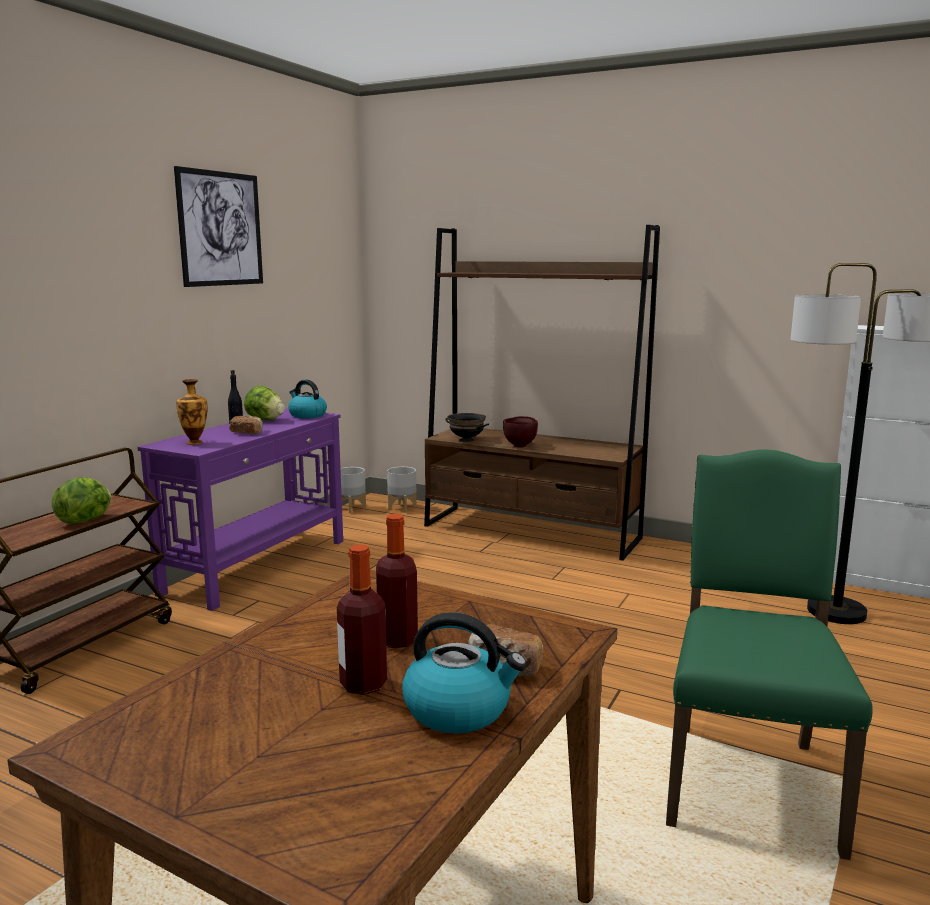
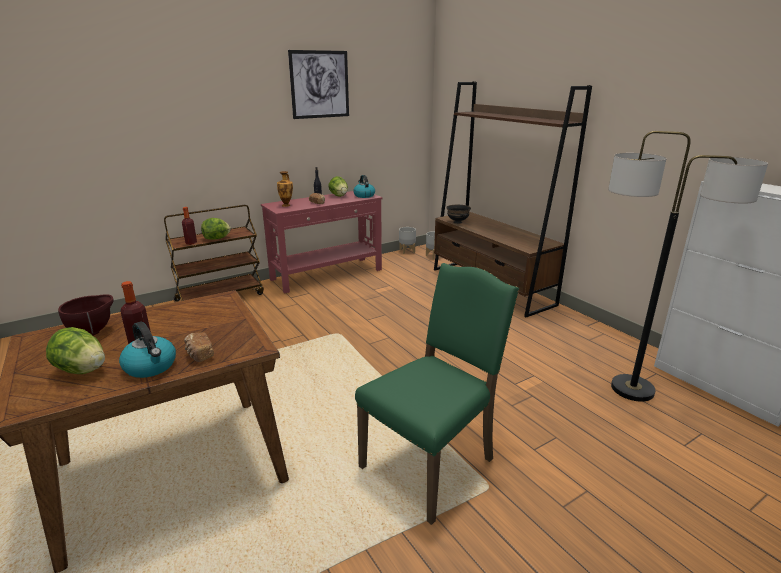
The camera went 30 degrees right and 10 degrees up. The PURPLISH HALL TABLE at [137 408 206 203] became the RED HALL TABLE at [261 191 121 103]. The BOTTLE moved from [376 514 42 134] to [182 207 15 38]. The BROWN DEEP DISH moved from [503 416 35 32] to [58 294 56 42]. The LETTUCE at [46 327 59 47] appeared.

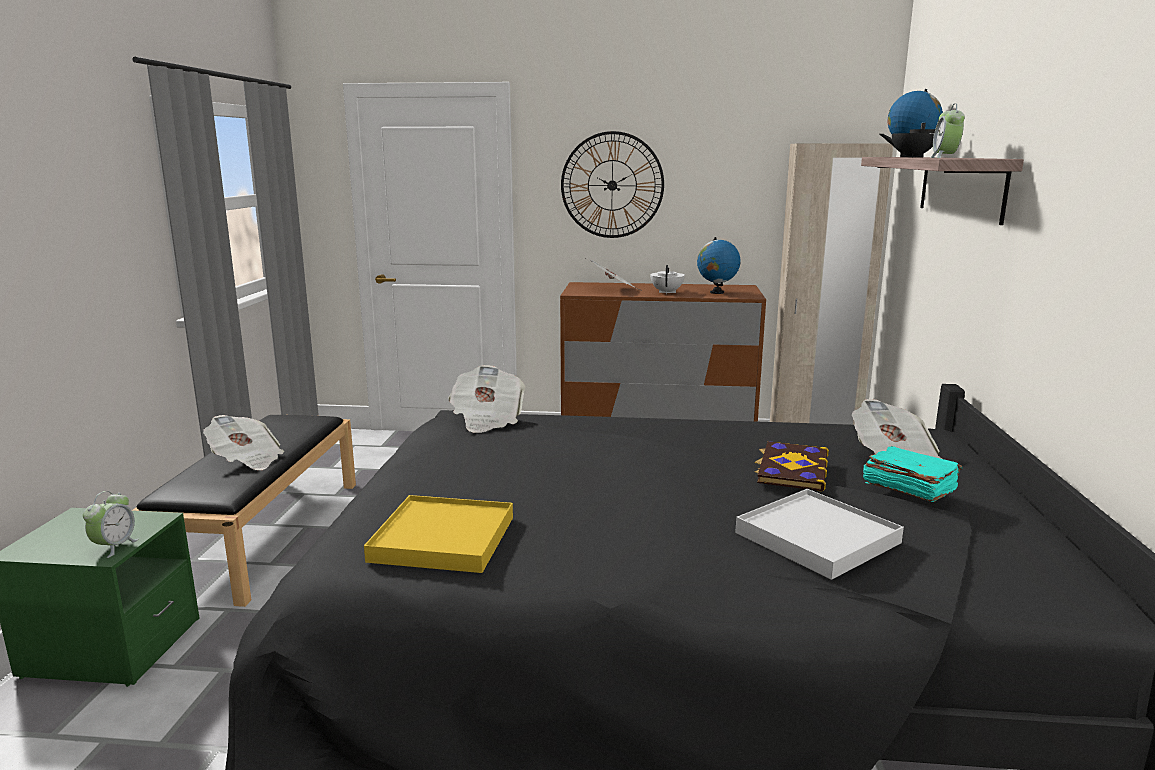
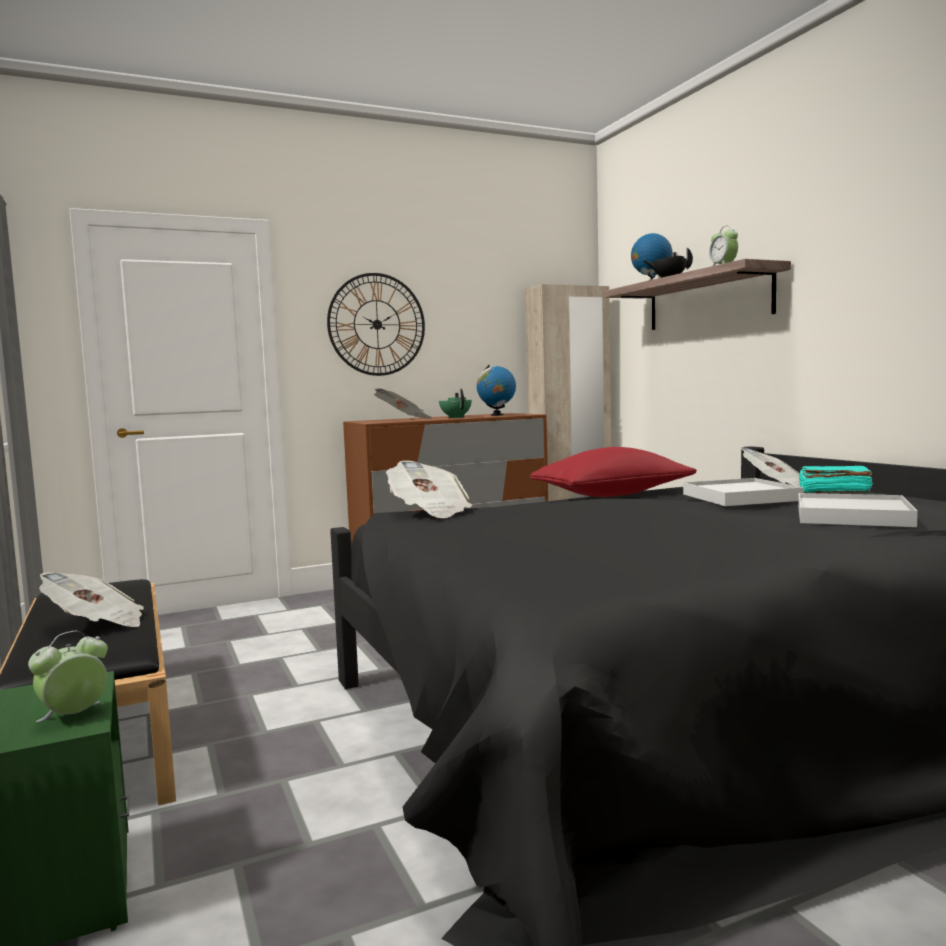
The camera went 30 degrees left and 10 degrees down. The TABLE CLOCK at [83 491 56 67] turned 120 degrees counterclockwise. The YELLOWISH TRAY at [364 495 149 78] disappeared. The WHITE TEA POT at [650 265 35 29] became the GREEN-COLOURED TEA POT at [439 388 33 30]. The BOUND BOOK at [754 441 75 50] was replaced by the WHITE TRAY at [683 478 121 28]. The RED CUSHION at [530 447 167 50] appeared.

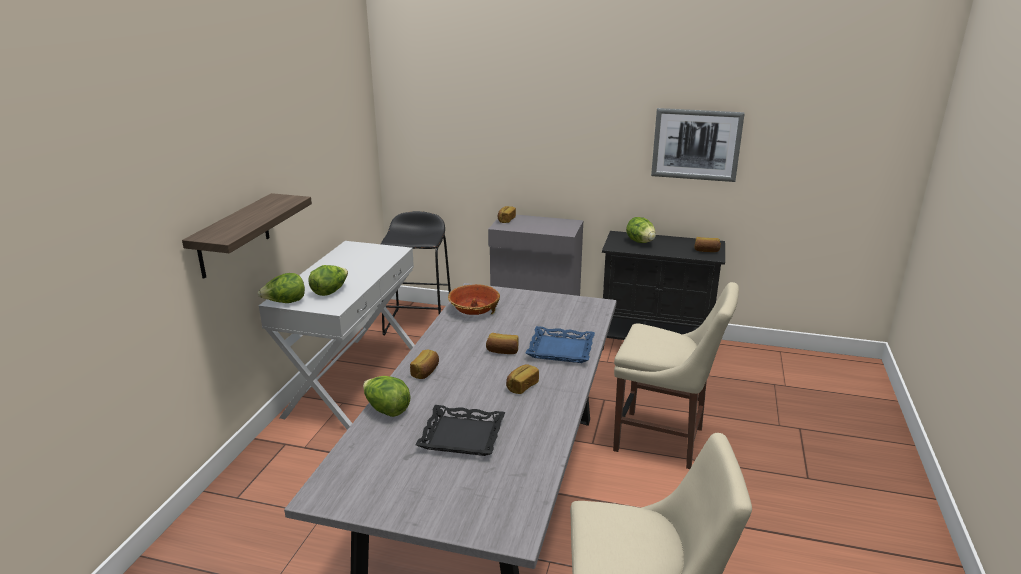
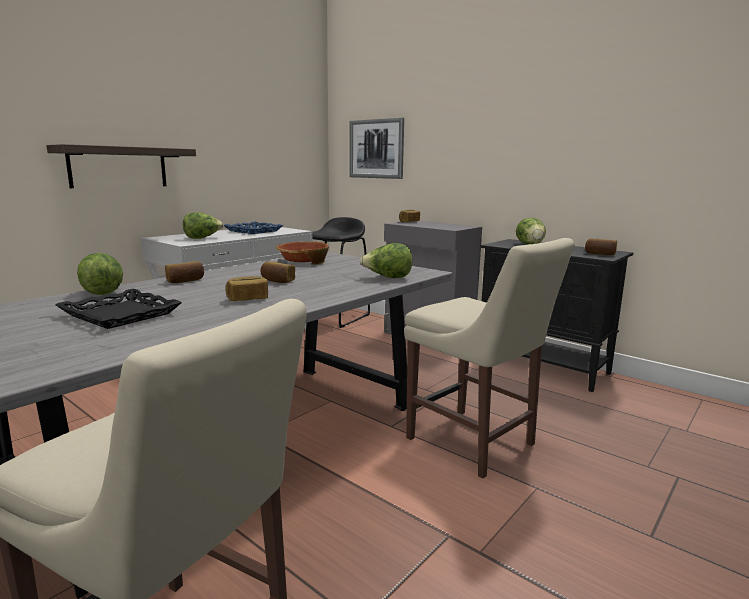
The camera went 25 degrees right and 10 degrees down. The LETTUCE moved from [258 273 47 30] to [360 243 52 35]. The BLUE TRAY moved from [526 326 69 37] to [224 222 59 12]. The WALL ART moved from [651 108 94 74] to [349 118 55 61].

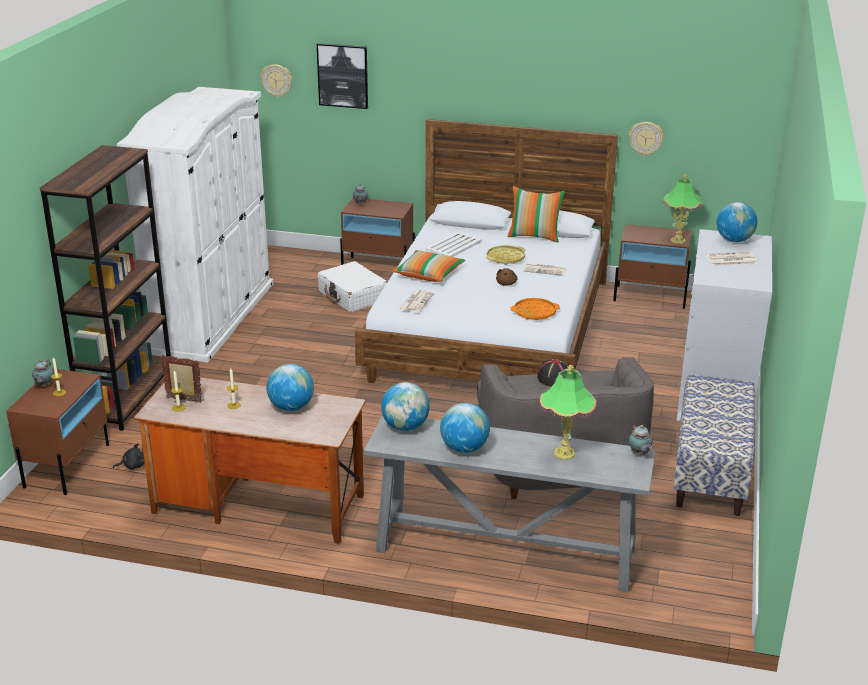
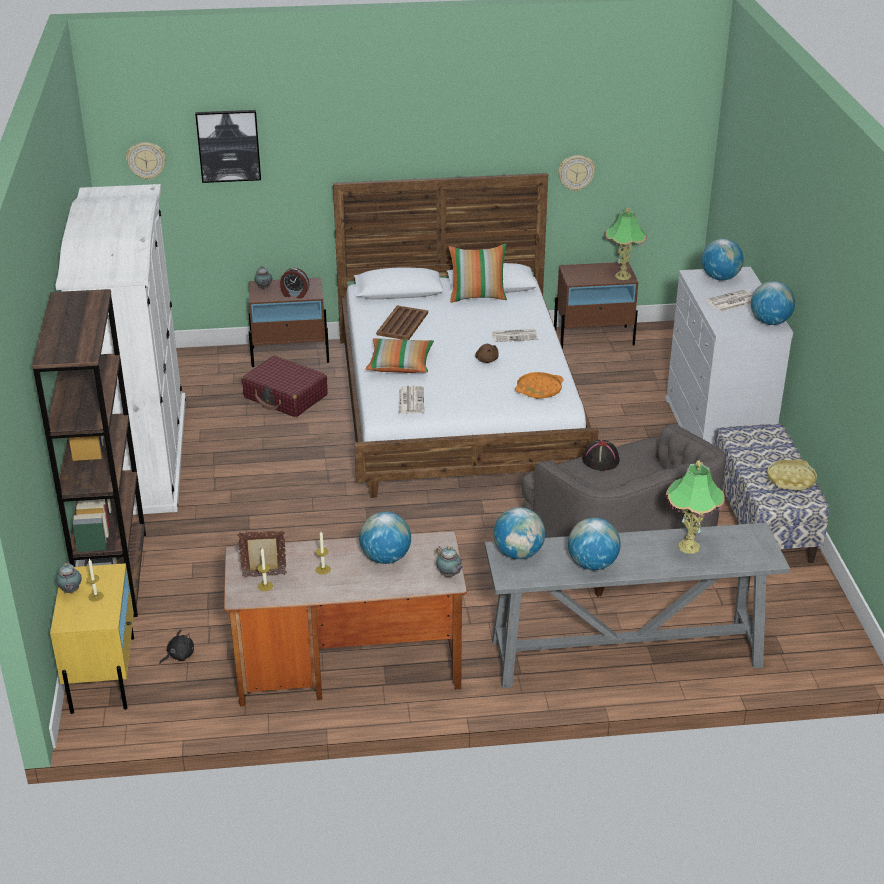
The camera went 20 degrees left and 5 degrees up. The BROWN NIGHT TABLE at [6 368 103 127] became the YELLOWISH NIGHT TABLE at [50 563 84 151]. The WHITE TRAVEL CASE at [317 261 70 51] became the RED TRAVEL CASE at [241 356 87 61]. The WHITE TRAY at [426 231 56 26] became the BROWN TRAY at [376 306 52 34]. The YELLOWISH TRAY moved from [486 245 39 20] to [767 459 50 31]. The TEA POT moved from [628 425 24 30] to [436 546 27 31]. The TABLE CLOCK at [280 268 29 31] appeared. The WORLD GLOBE at [751 281 44 44] appeared.

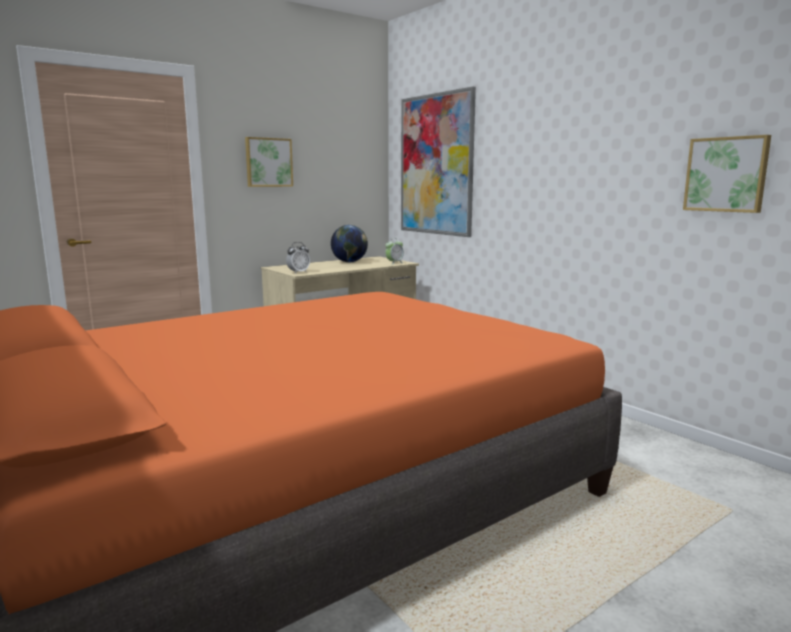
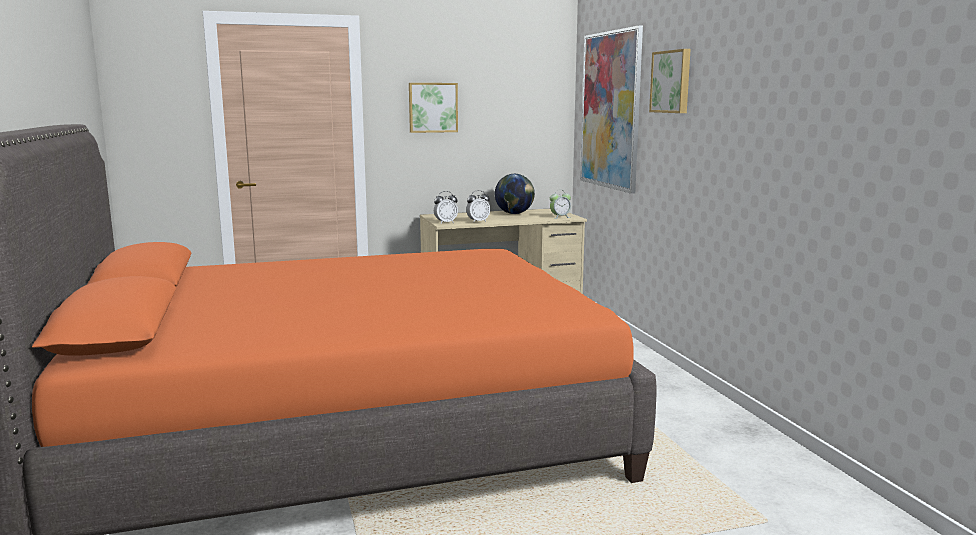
The camera went 20 degrees right and 0 degrees up. The WALL ART moved from [683 135 88 78] to [649 49 42 64]. The TABLE CLOCK at [466 190 24 33] appeared.

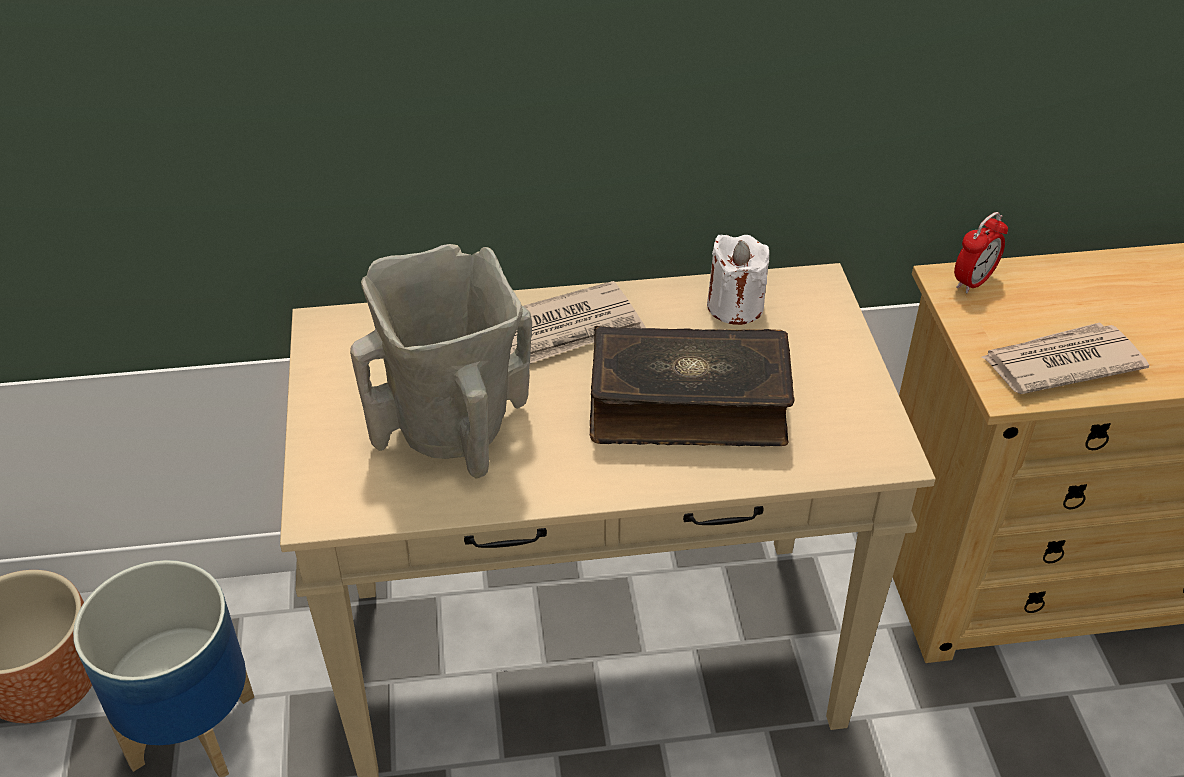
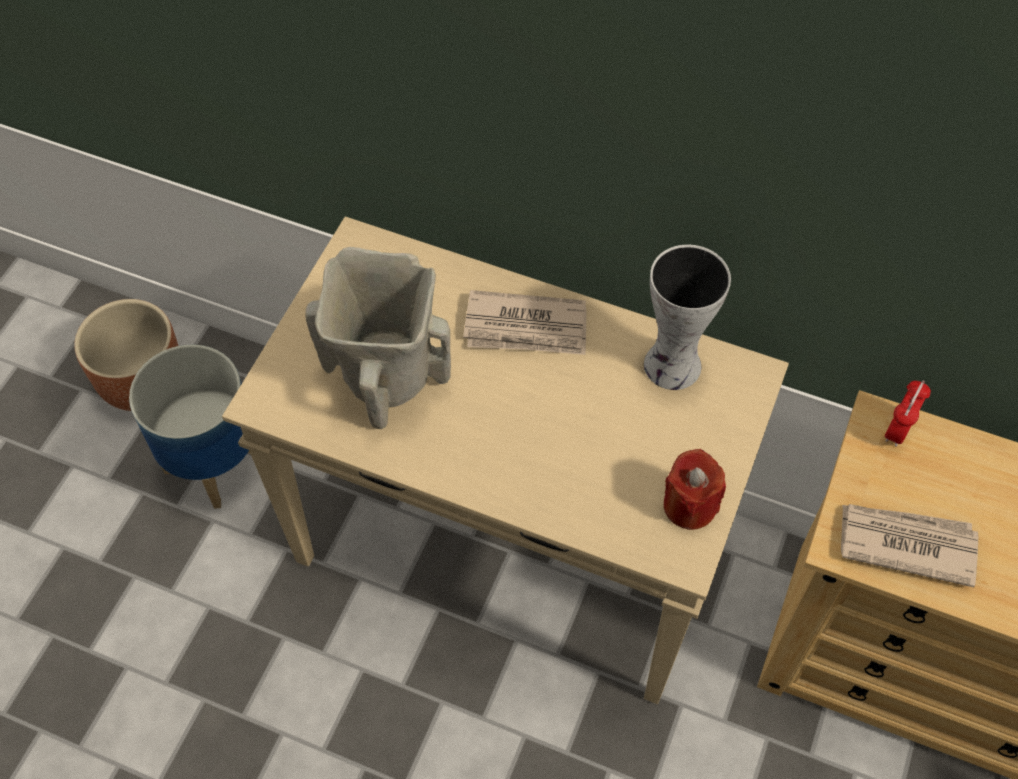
The camera went 30 degrees right and 15 degrees up. The BOUND BOOK at [590 326 204 120] disappeared. The WHITE CANDLE at [707 235 62 90] was replaced by the FLOWER VASE at [644 245 87 145]. The TABLE CLOCK at [954 212 54 81] turned 135 degrees clockwise. The RED CANDLE at [664 449 62 81] appeared.

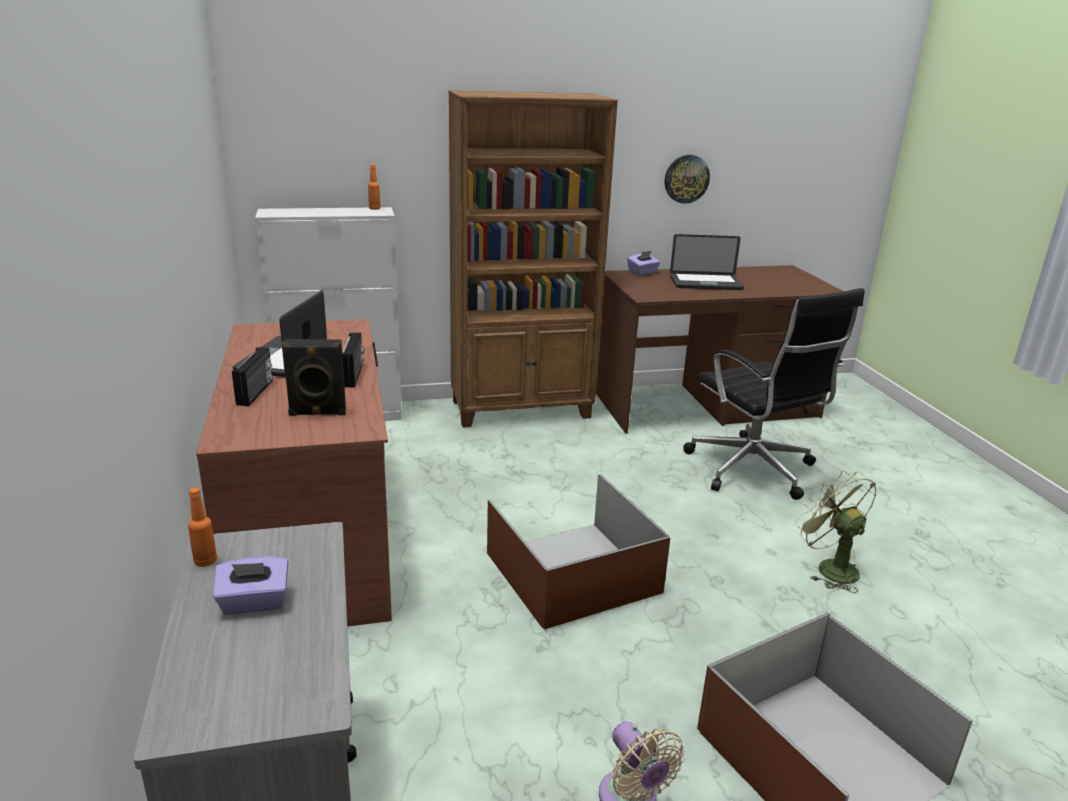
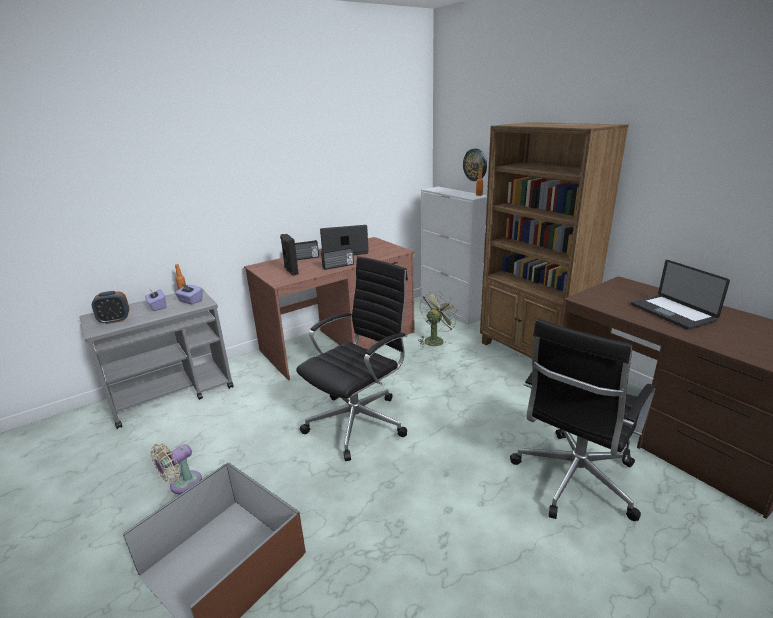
The camera went 70 degrees right and 0 degrees up. The BROWN STORAGE CONTAINER at [487 474 184 155] was replaced by the BLACKISH COMPUTER CHAIR at [296 256 112 205]. The PURPLISH TISSUE HOLDER moved from [627 251 33 25] to [175 284 27 21]. The CLOCK ON THE WALL moved from [665 155 45 49] to [463 149 24 32]. The GREEN-COLOURED COOLING FAN moved from [795 471 81 122] to [419 292 40 55]. The TABLE CLOCK at [92 291 37 33] appeared.

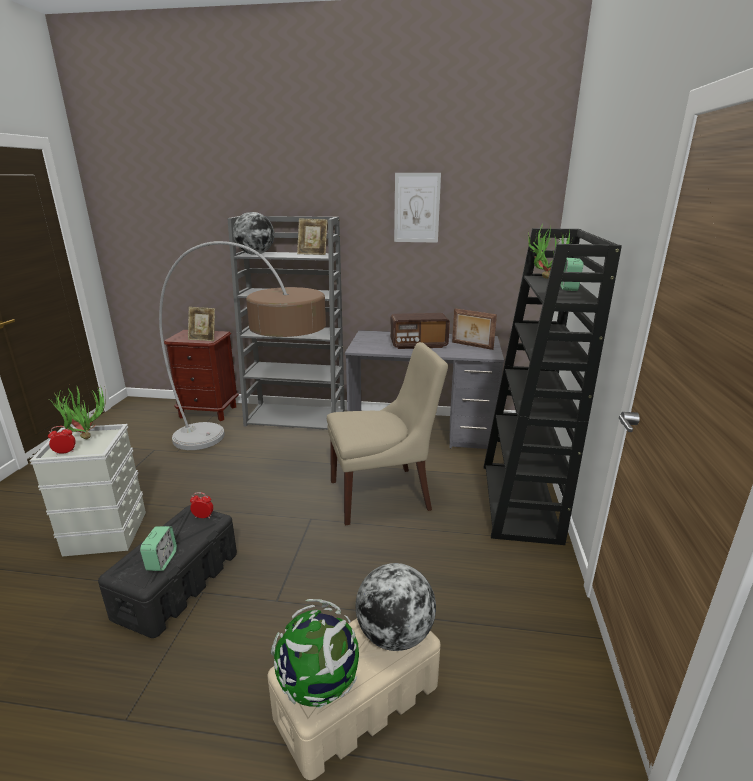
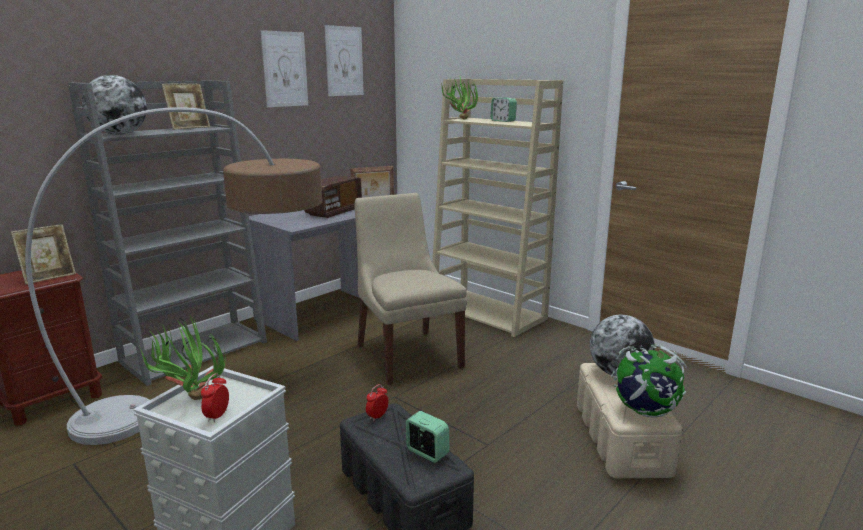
The camera went 55 degrees left and 5 degrees down. The BEIGE-COLOURED UPRIGHT CHAIR at [327 342 121 184] turned 45 degrees counterclockwise. The BLACKISH BOOKCASE at [484 228 138 317] became the BEIGE-COLOURED BOOKCASE at [432 79 131 258]. The WALL ART at [325 25 39 71] appeared.

